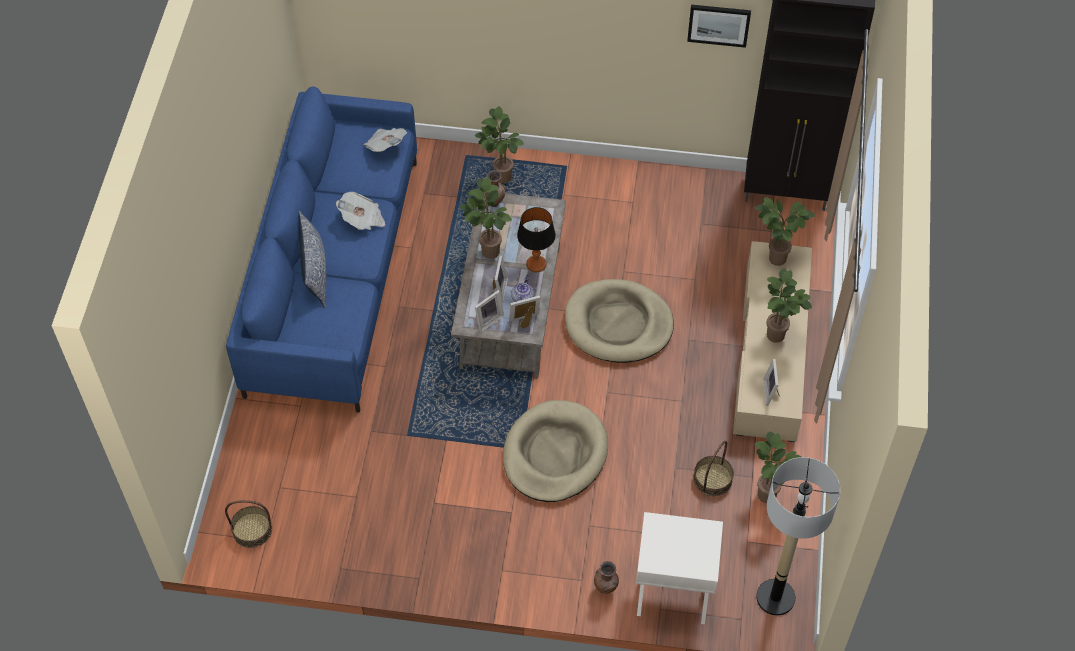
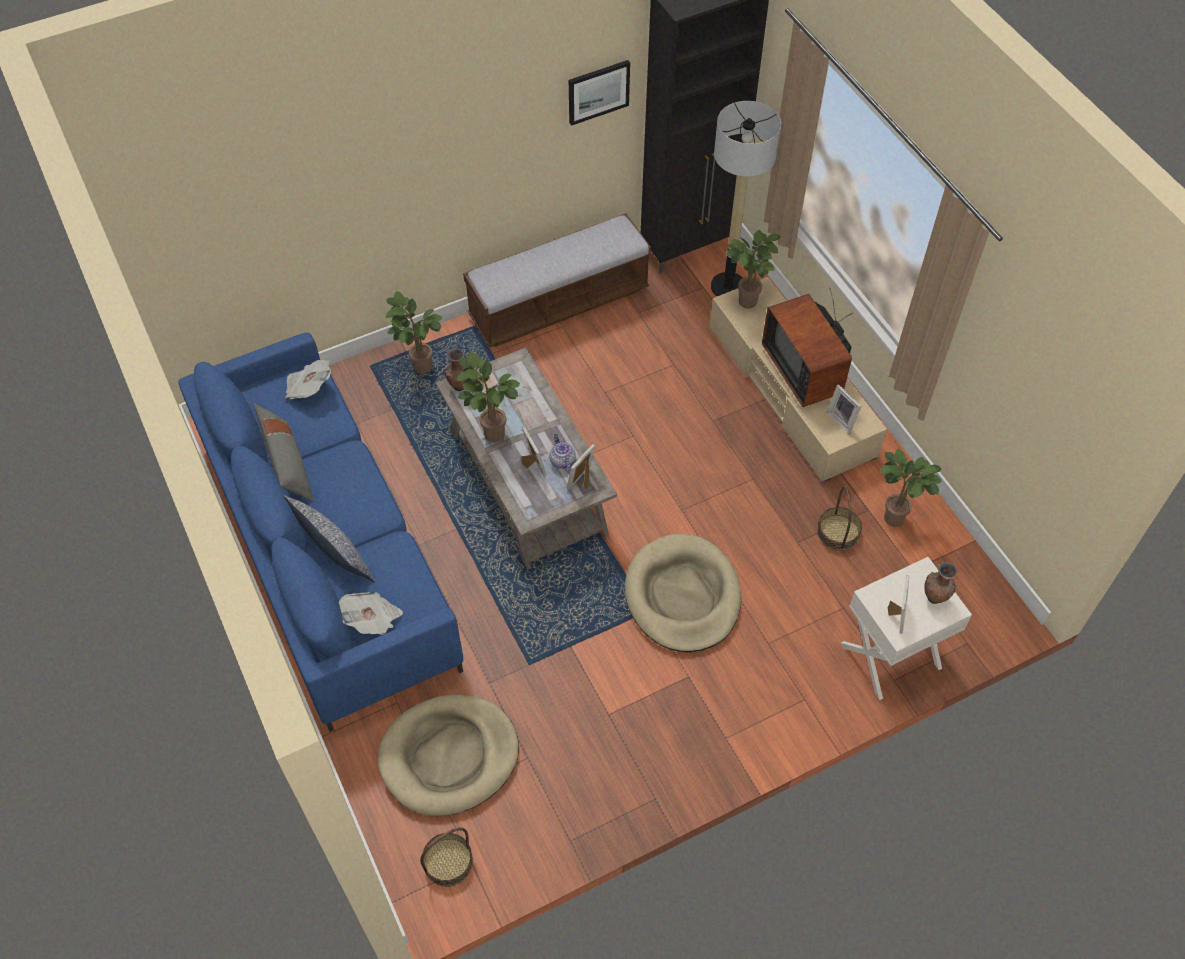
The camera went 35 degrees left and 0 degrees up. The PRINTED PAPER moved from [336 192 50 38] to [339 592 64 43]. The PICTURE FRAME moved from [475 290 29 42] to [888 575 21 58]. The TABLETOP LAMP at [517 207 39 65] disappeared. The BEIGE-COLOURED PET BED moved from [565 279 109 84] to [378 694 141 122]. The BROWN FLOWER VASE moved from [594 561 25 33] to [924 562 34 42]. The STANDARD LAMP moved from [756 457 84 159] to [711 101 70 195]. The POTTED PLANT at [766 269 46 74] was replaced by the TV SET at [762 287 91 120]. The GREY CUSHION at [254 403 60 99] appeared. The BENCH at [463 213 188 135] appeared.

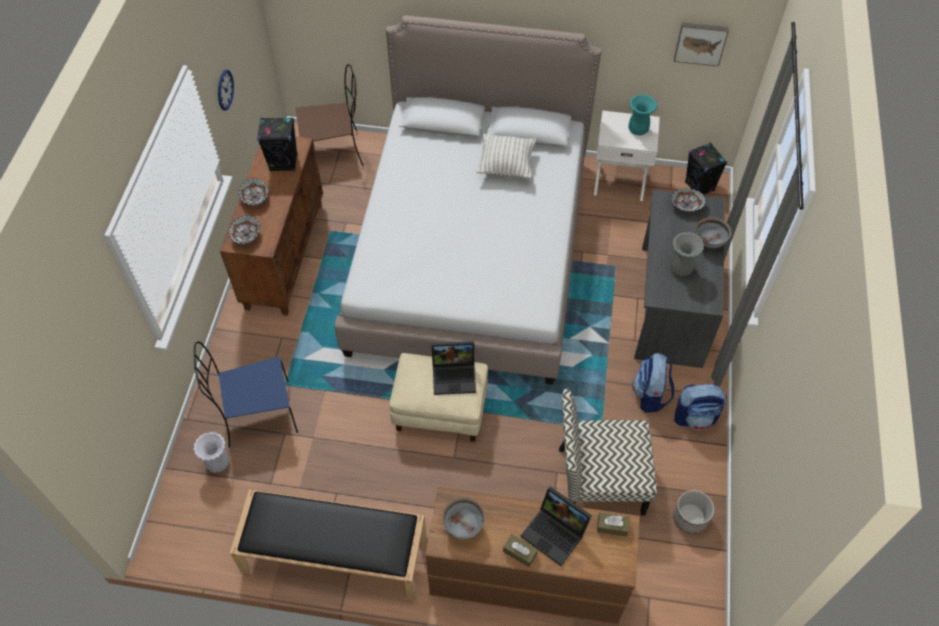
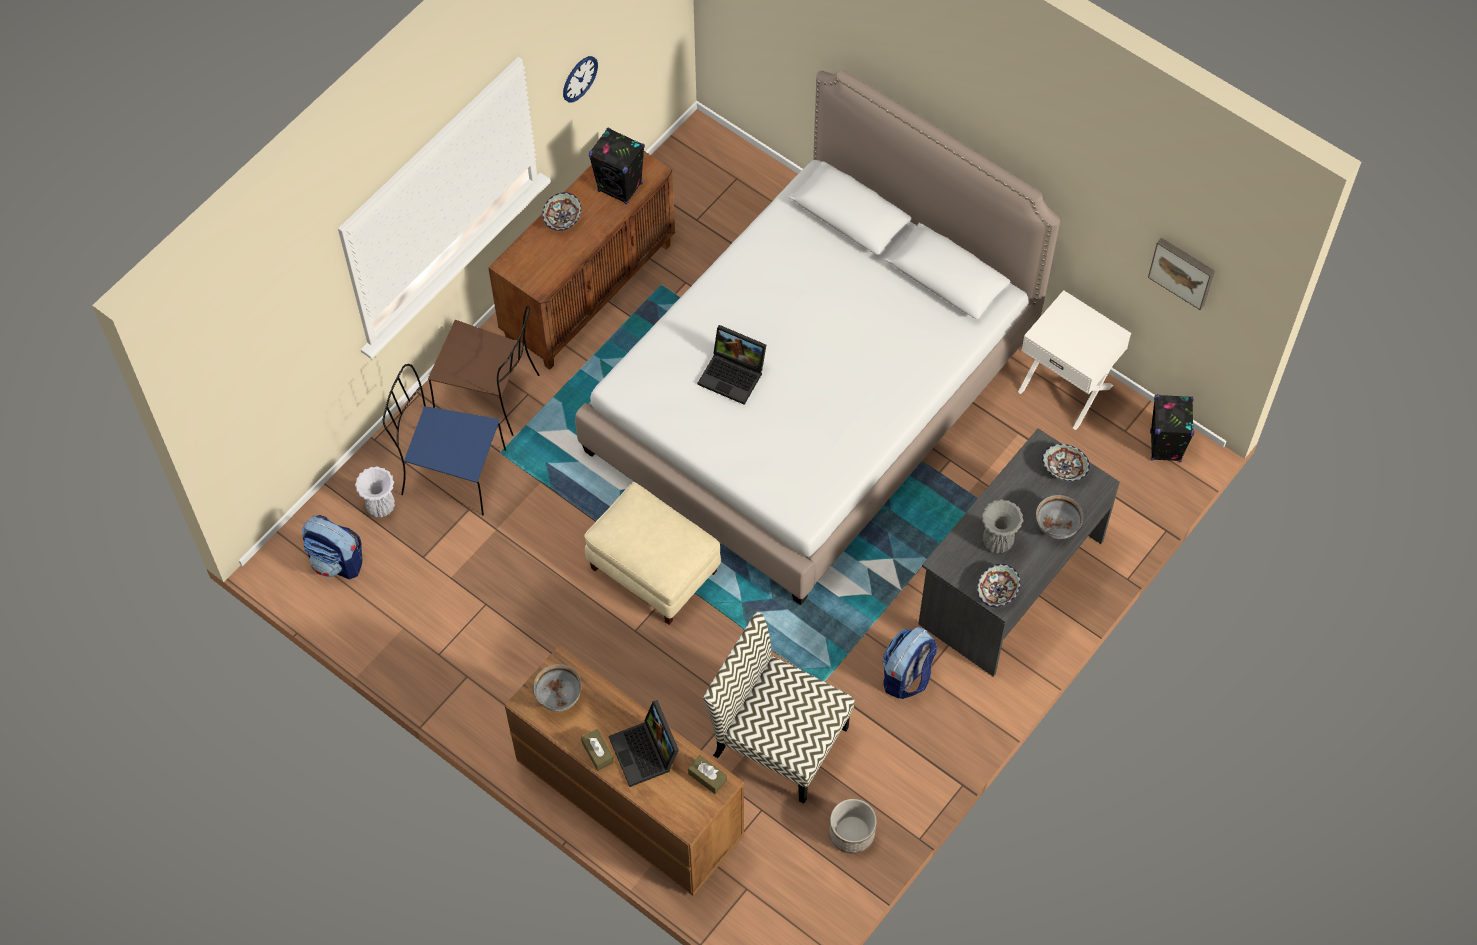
The camera went 30 degrees right and 5 degrees up. The DEEP DISH moved from [229 215 31 30] to [977 564 43 43]. The BLACKISH BENCH at [230 489 197 111] disappeared. The BROWN UPRIGHT CHAIR moved from [296 64 67 102] to [428 306 112 130]. The PORTABLE COMPUTER moved from [431 341 45 54] to [698 325 68 80]. The CUSHION at [476 134 60 45] disappeared. The BLUE-GREEN FLOWER VASE at [629 94 29 42] disappeared. The BACKPACK moved from [674 384 53 46] to [302 515 61 64].

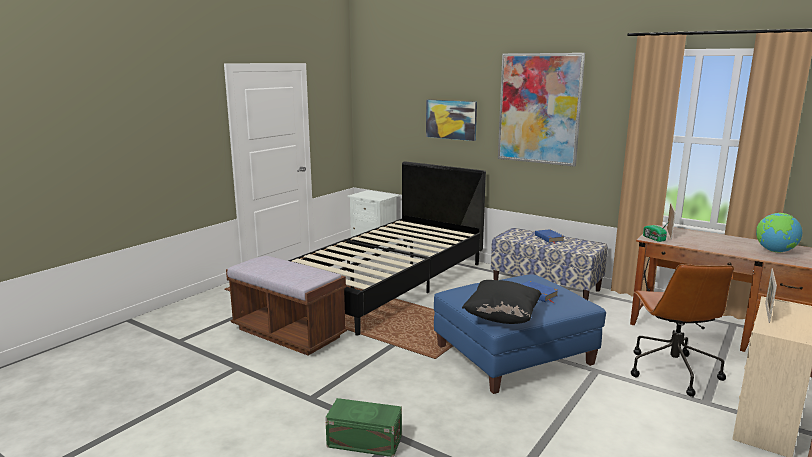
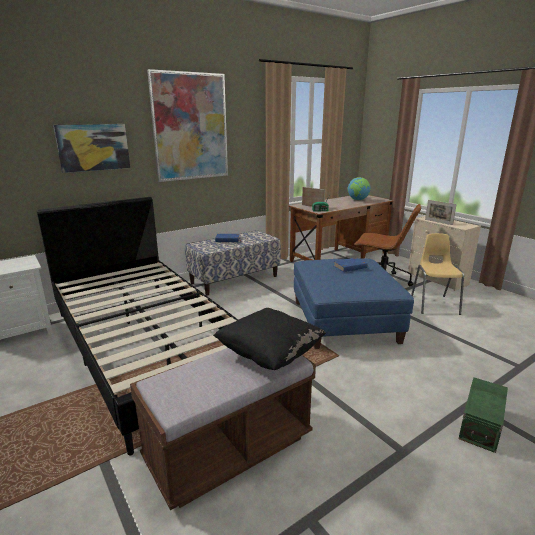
The camera went 70 degrees left and 5 degrees up. The BLACKISH CUSHION moved from [462 280 79 44] to [213 308 113 62]. The YELLOWISH UPRIGHT CHAIR at [411 233 53 82] appeared.

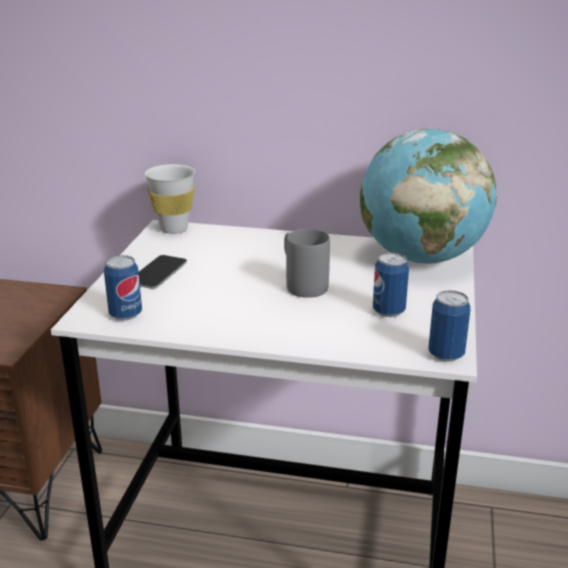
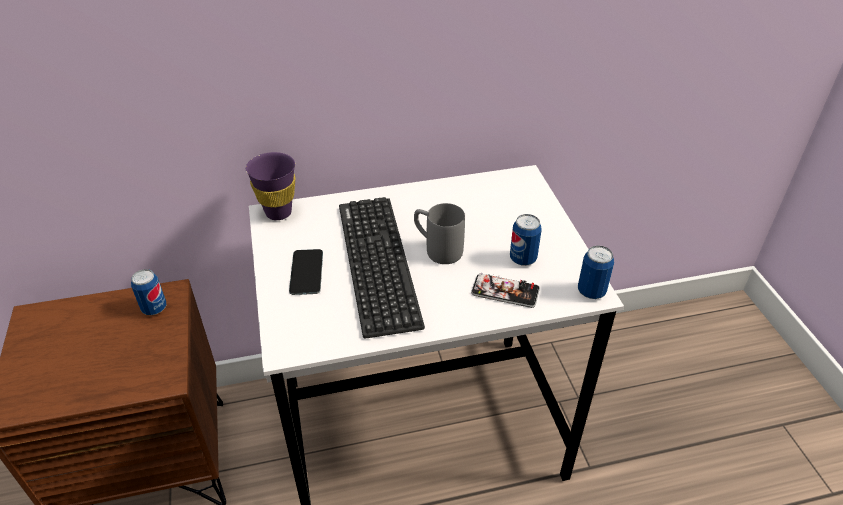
The camera went 25 degrees left and 15 degrees up. The CAN moved from [104 255 38 65] to [131 269 35 46]. The WHITE SMALL CUP at [145 164 50 70] became the PURPLISH SMALL CUP at [246 152 50 68]. The WORLD GLOBE at [360 129 137 135] disappeared. The COMPUTER KEYBOARD at [339 197 86 141] appeared. The HANDSET at [471 273 69 35] appeared.

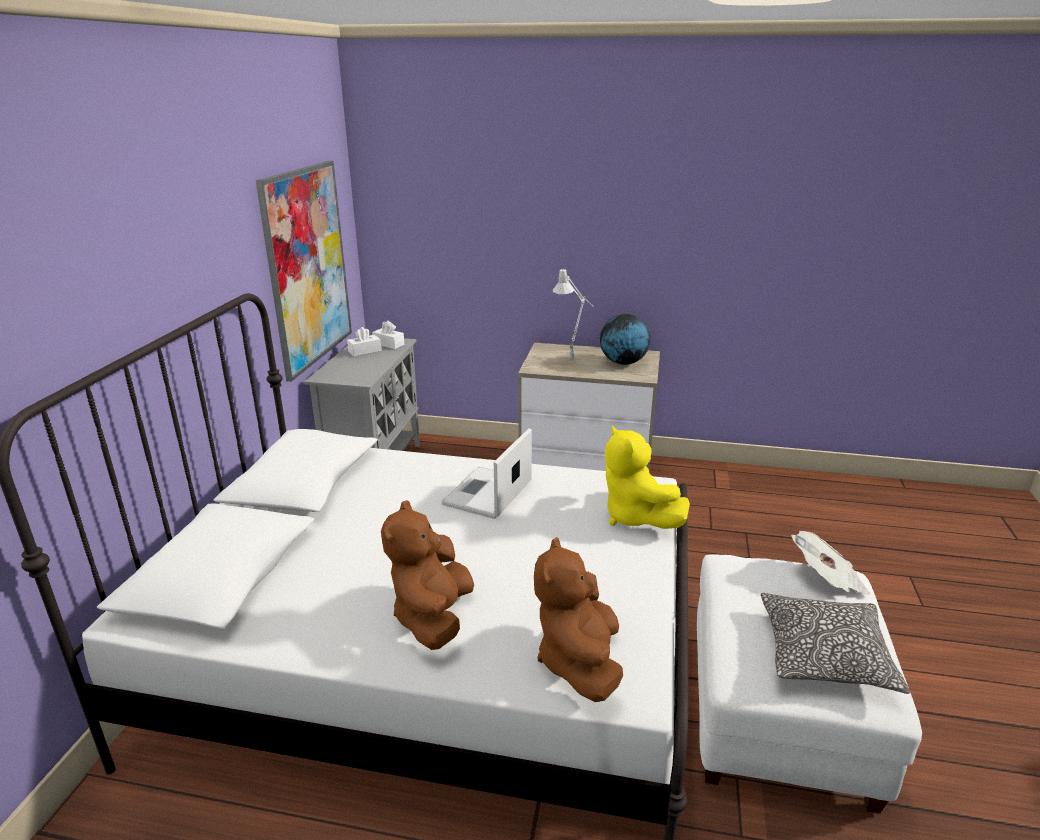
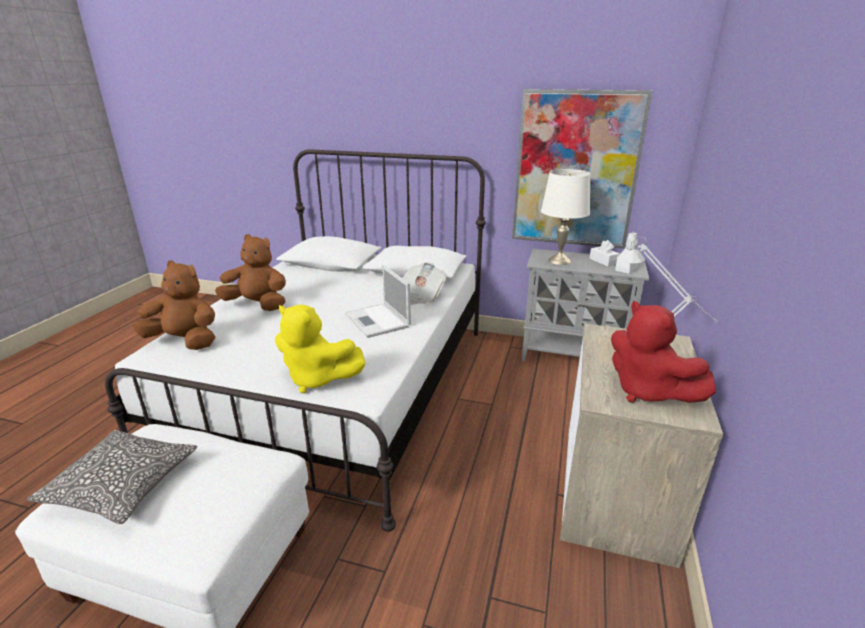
The camera went 95 degrees right and 0 degrees up. The PORTABLE COMPUTER at [442 428 90 91] turned 150 degrees counterclockwise. The WORLD GLOBE at [600 314 51 51] was replaced by the RED PLUSH TOY at [611 301 105 102]. The YELLOWISH PLUSH TOY at [605 425 85 104] turned 135 degrees counterclockwise. The PRINTED PAPER moved from [791 531 79 64] to [403 262 43 43]. The WHITE TABLETOP LAMP at [541 169 49 96] appeared.

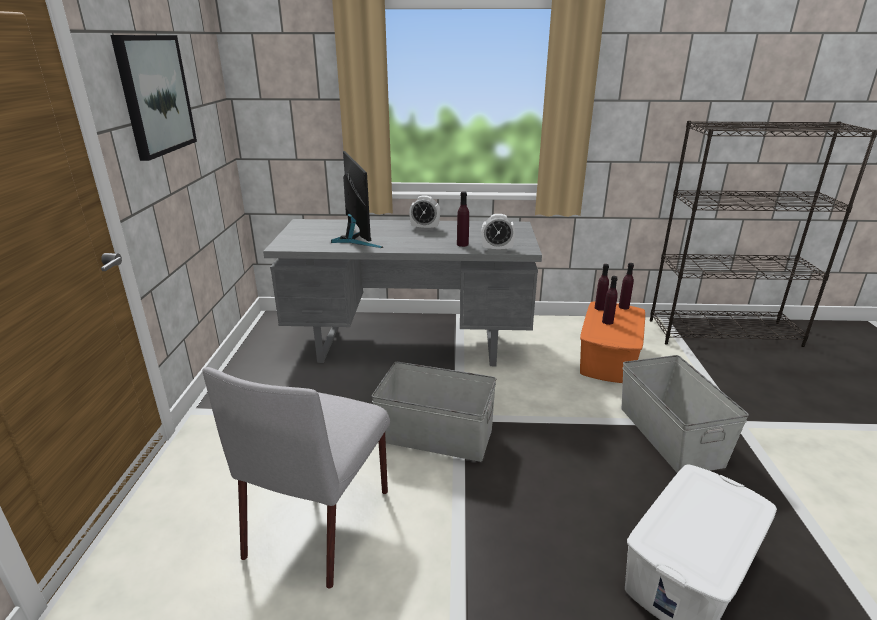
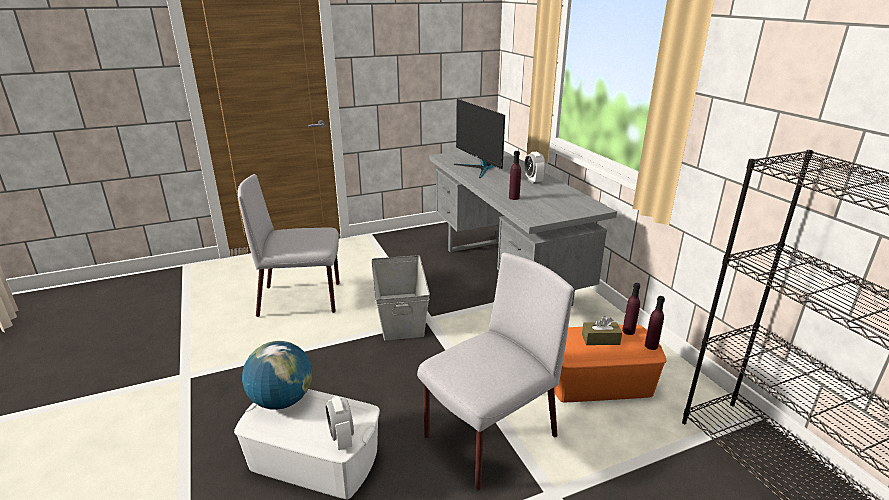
The camera went 65 degrees right and 0 degrees up. The WALL ART at [111 35 86 126] disappeared. The MONITOR at [331 151 52 97] turned 105 degrees clockwise. The TABLE CLOCK moved from [482 214 33 38] to [325 397 29 53]. The PURPLISH BOTTLE at [602 276 16 49] was replaced by the BROWN TISSUE HOLDER at [582 316 40 29]. The GREY STORAGE CONTAINER at [622 355 127 118] was replaced by the GREY UPRIGHT CHAIR at [417 253 157 237]. The WORLD GLOBE at [242 341 70 69] appeared.

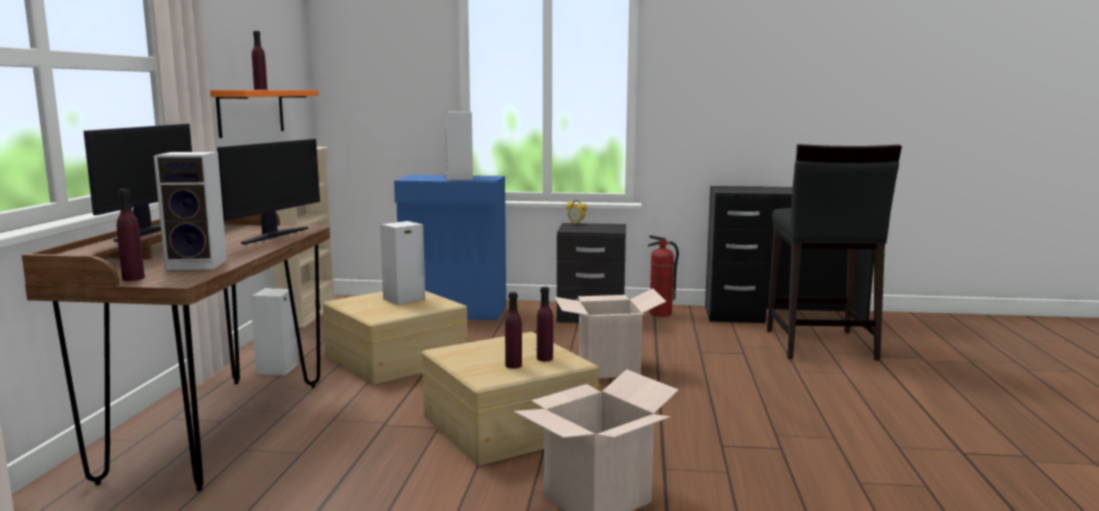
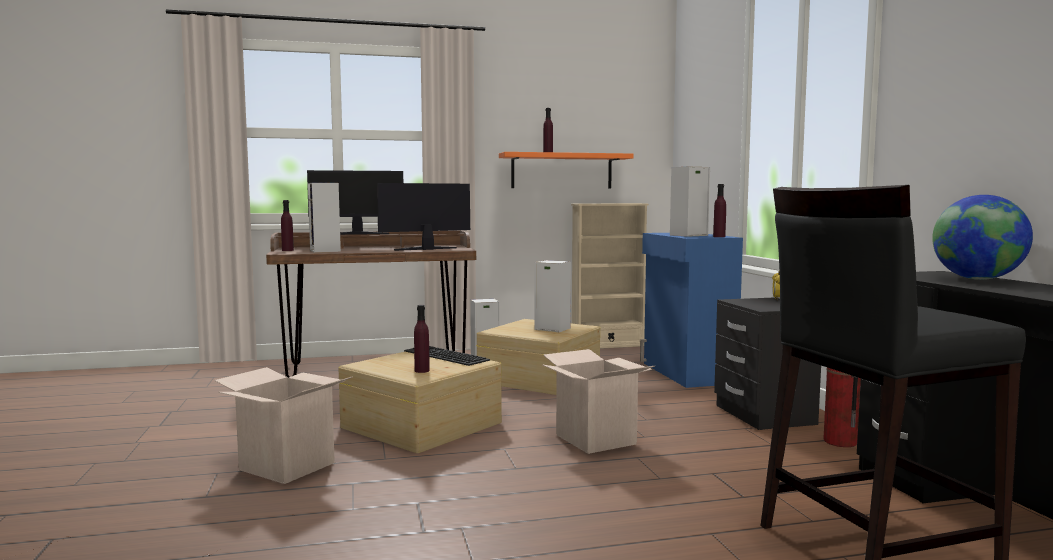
The camera went 70 degrees right and 5 degrees down. The MONITOR at [217 139 103 105] turned 150 degrees clockwise. The PURPLISH BOTTLE moved from [505 292 17 76] to [713 184 13 53]. The COMPUTER KEYBOARD at [404 346 86 20] appeared. The WORLD GLOBE at [932 195 101 85] appeared.

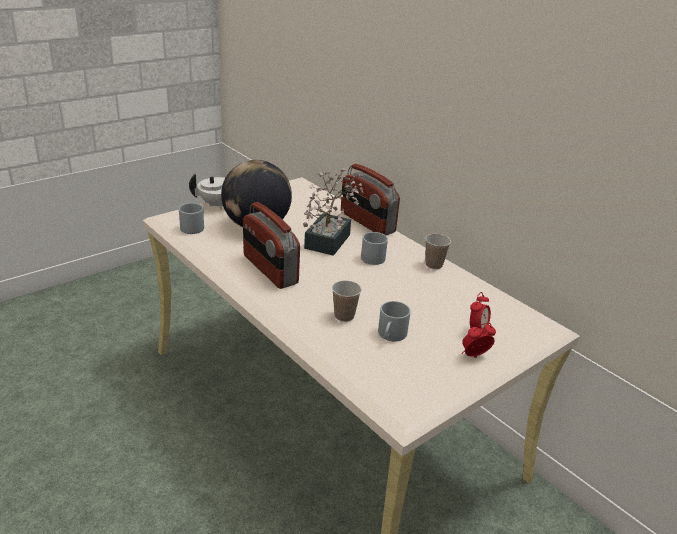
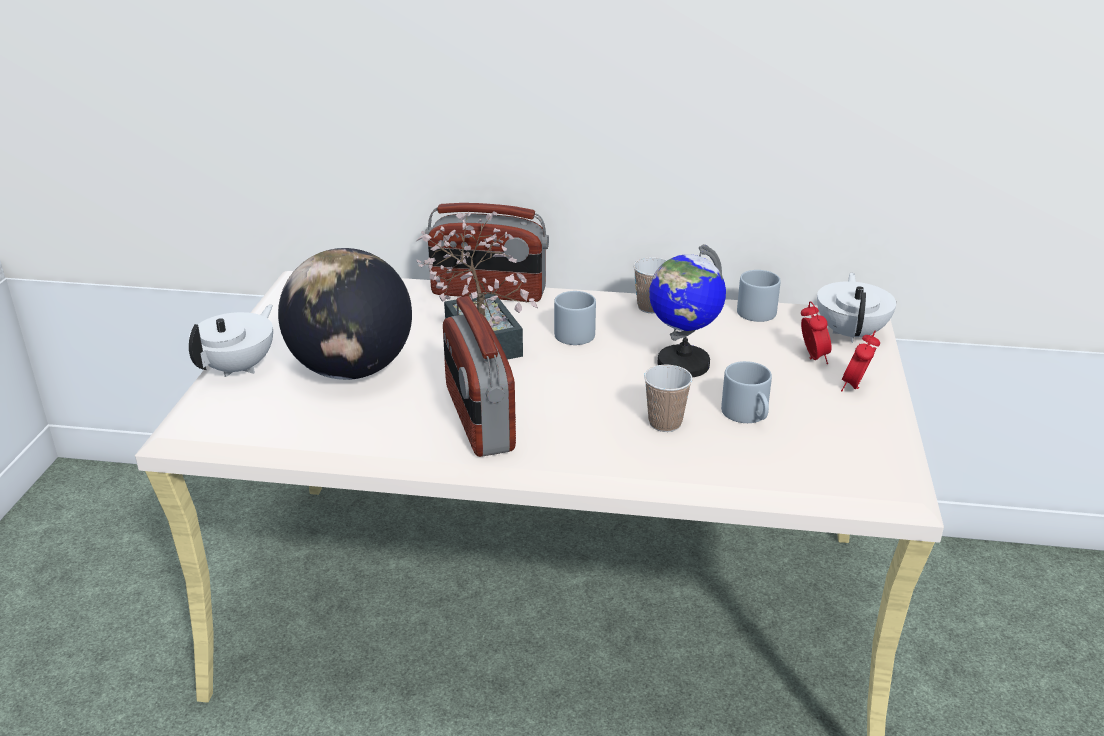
The camera went 40 degrees left and 0 degrees up. The GREY TEA MUG moved from [179 203 25 31] to [737 270 44 52]. The RADIO at [243 202 57 87] turned 60 degrees clockwise. The WORLD GLOBE at [649 244 77 134] appeared. The WHITE TEA POT at [817 272 79 71] appeared.

